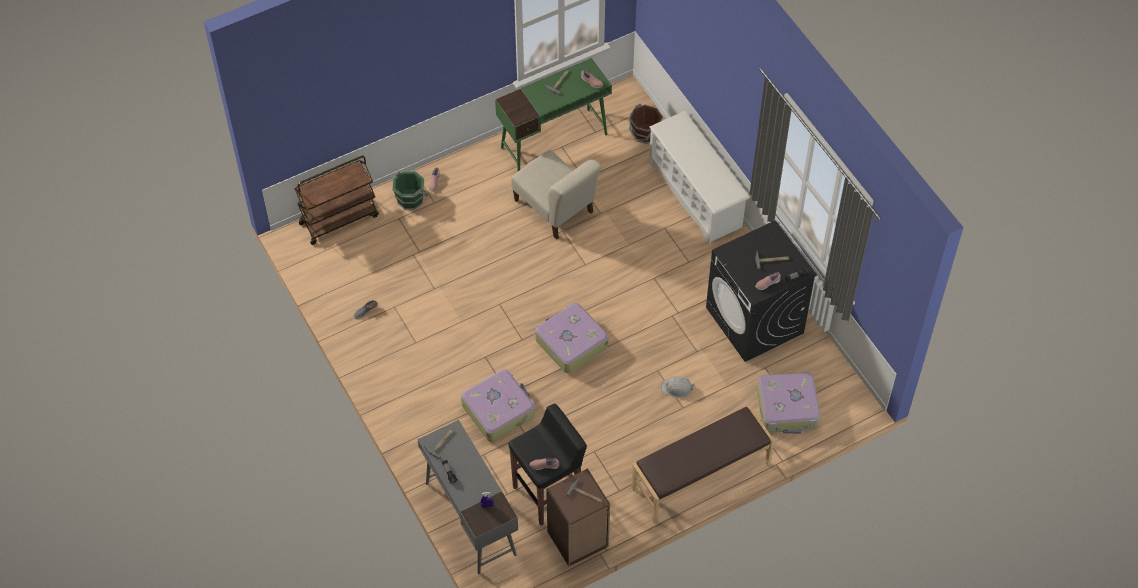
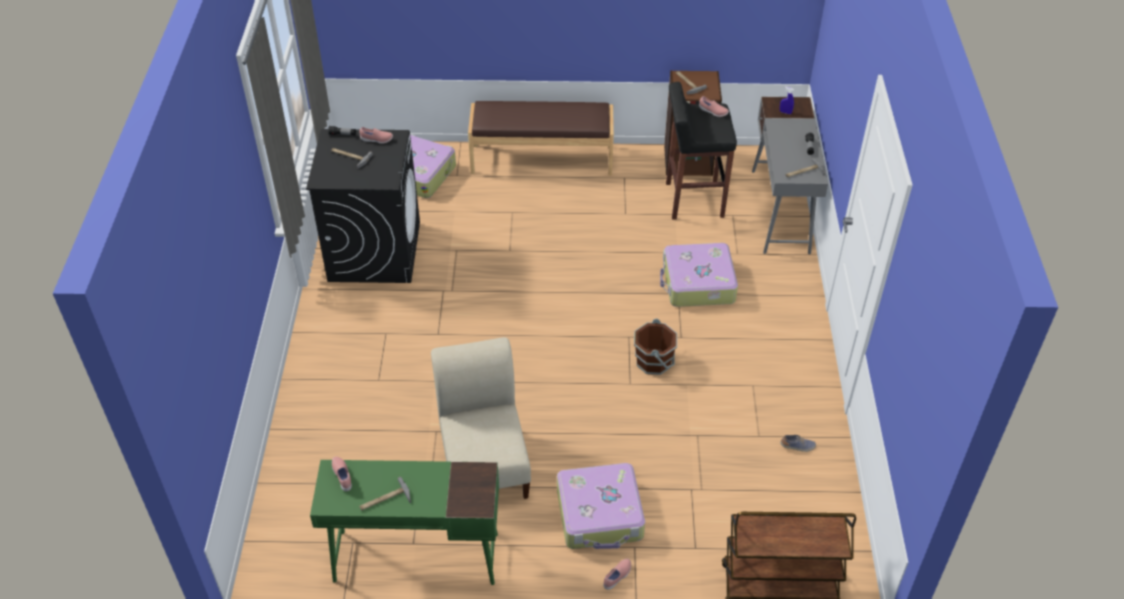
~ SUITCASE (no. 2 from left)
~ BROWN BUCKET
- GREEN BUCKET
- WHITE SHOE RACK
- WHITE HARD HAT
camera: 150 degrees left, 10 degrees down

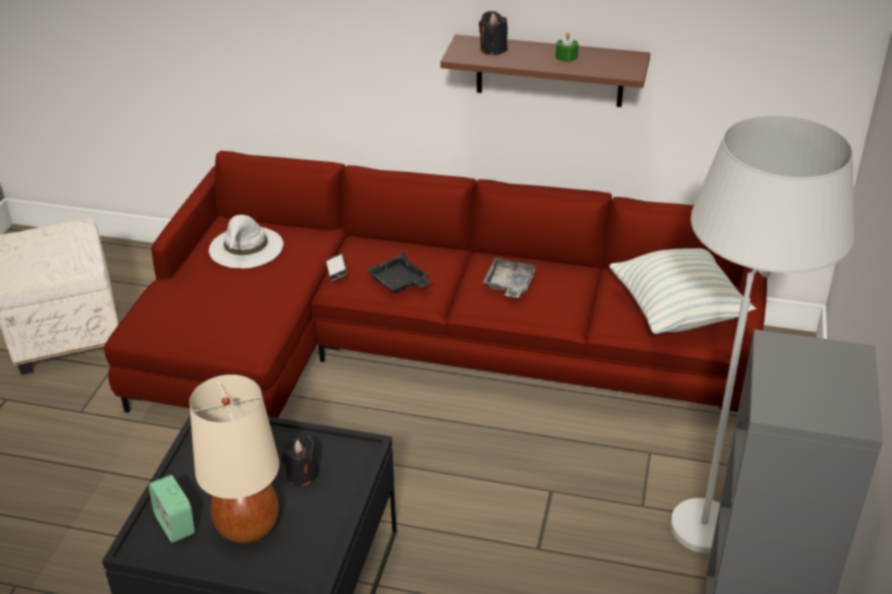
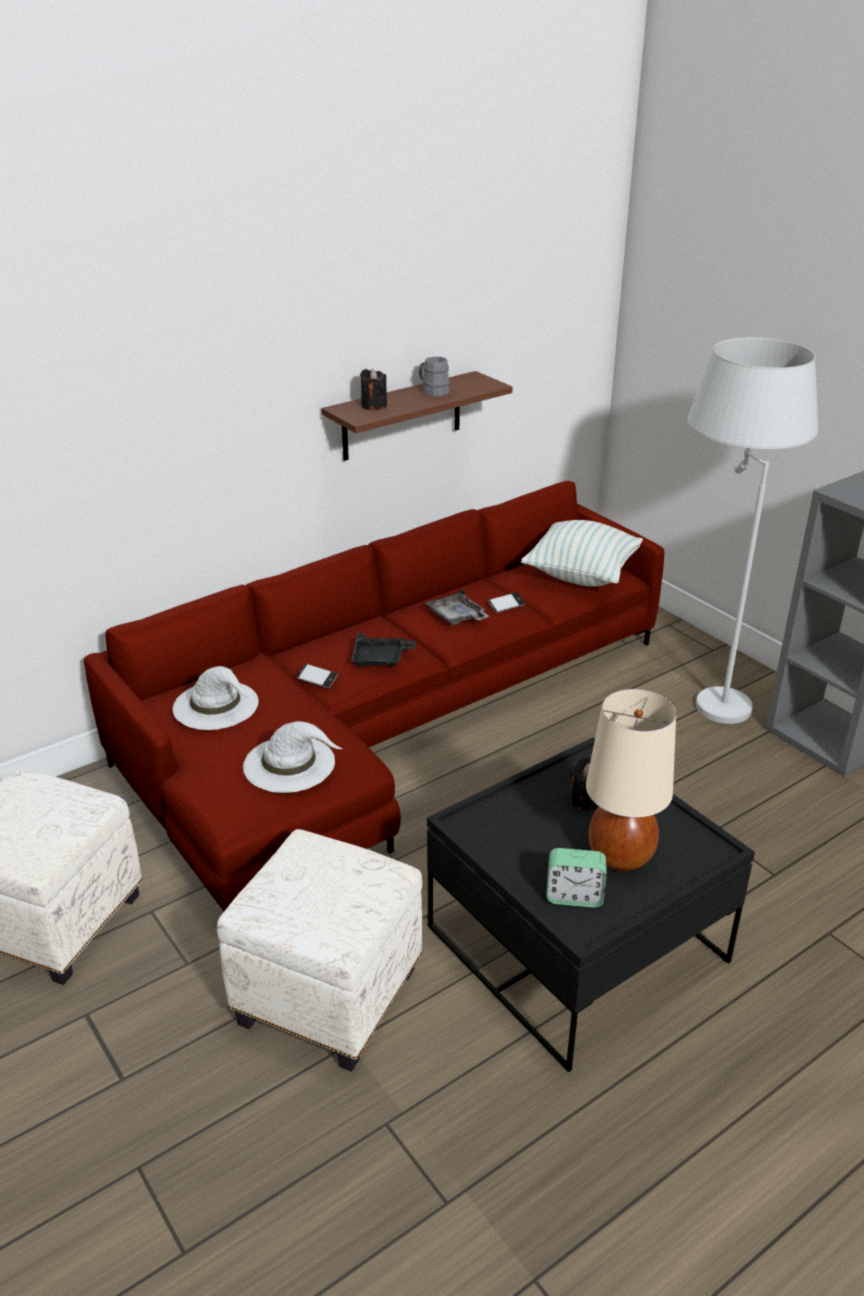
+ WHITE OTTOMAN (no. 2 from left)
+ WHITE HAT (no. 2 from left)
~ GREEN CANDLE to GREY MUG
+ PHONE (no. 2 from left)
camera: 50 degrees left, 5 degrees down

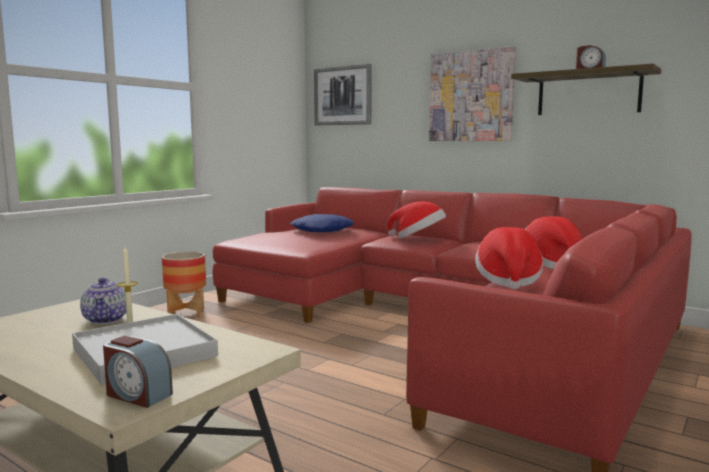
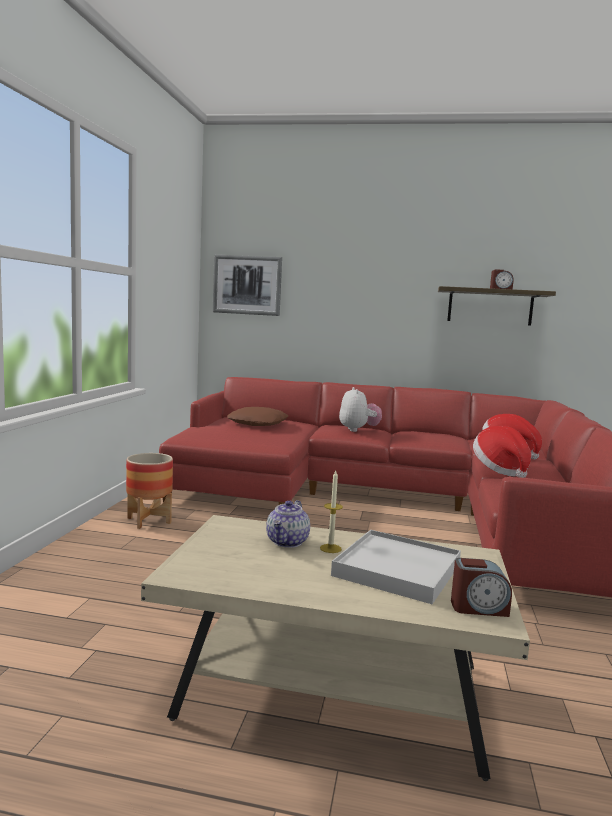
~ BLUE PILLOW to BROWN PILLOW
~ TEAPOT 60 degrees clockwise
~ HAT (no. 1 from left) to PLUSH TOY
- PICTURE (no. 2 from left)
camera: 25 degrees left, 0 degrees up

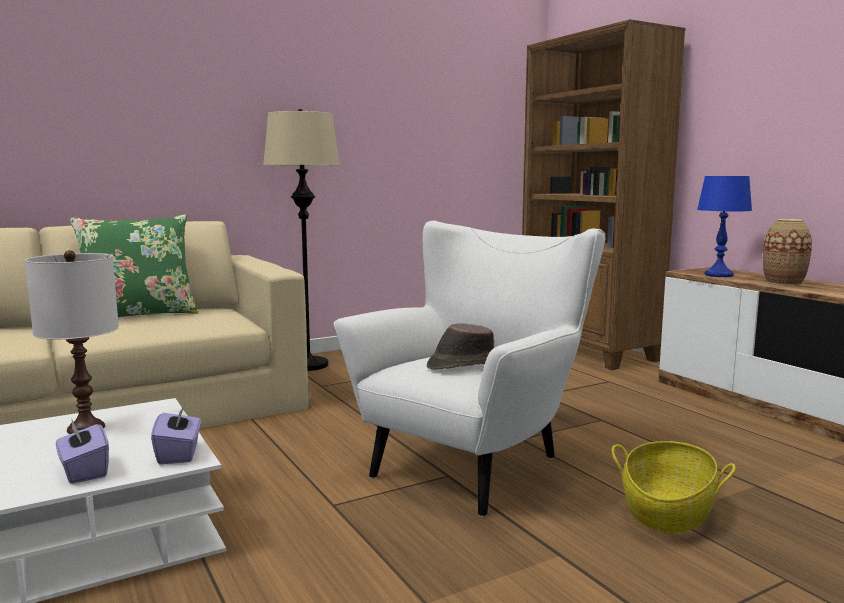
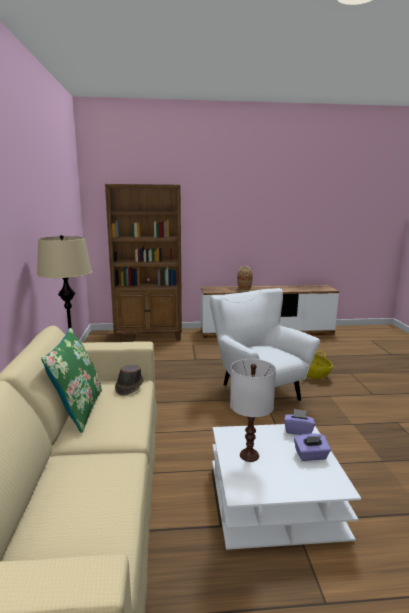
~ BROWN HAT
- BLUE TABLE LAMP
camera: 65 degrees left, 5 degrees up

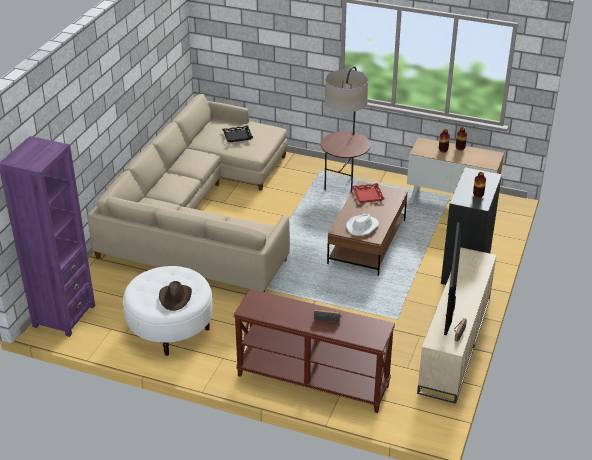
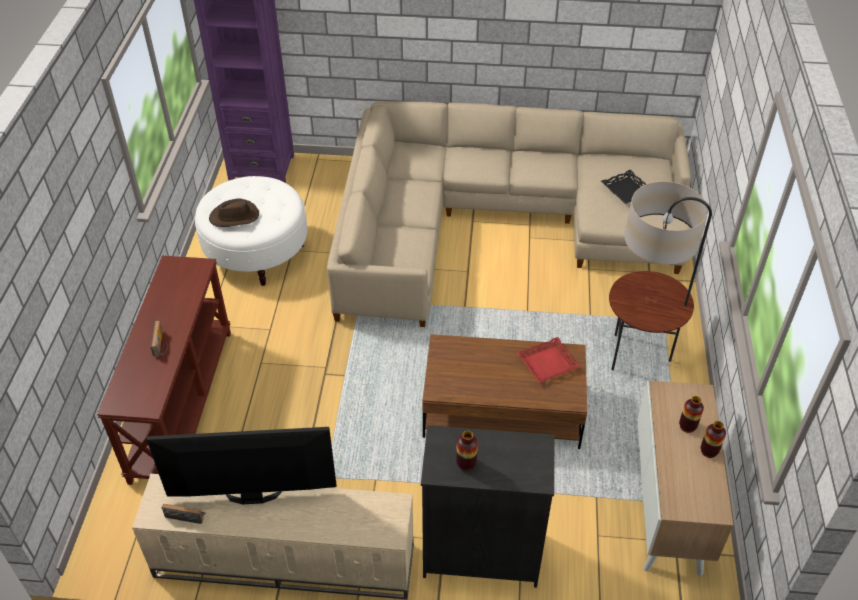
- WHITE HAT
camera: 75 degrees right, 10 degrees up

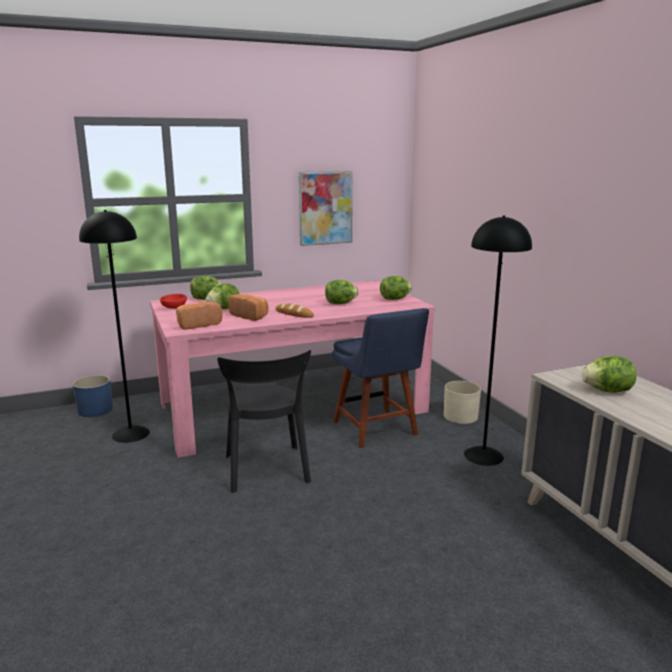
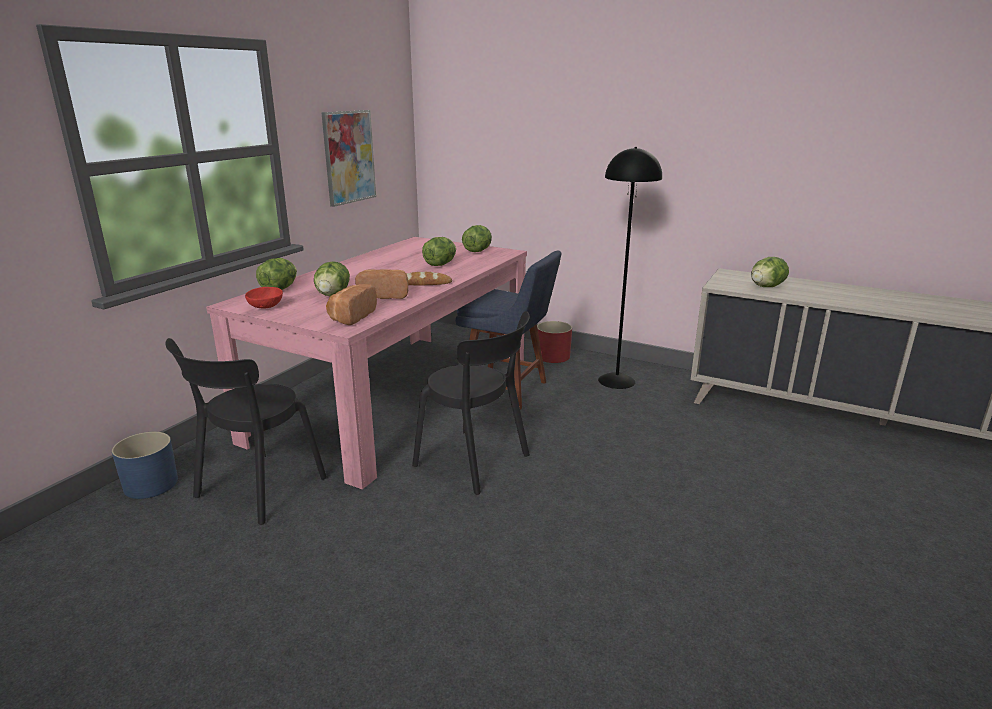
~ BLACK FLOOR LAMP (no. 1 from left) to BLACK CHAIR (no. 1 from left)
~ BEIGE PLANTER to RED PLANTER
camera: 40 degrees left, 5 degrees up

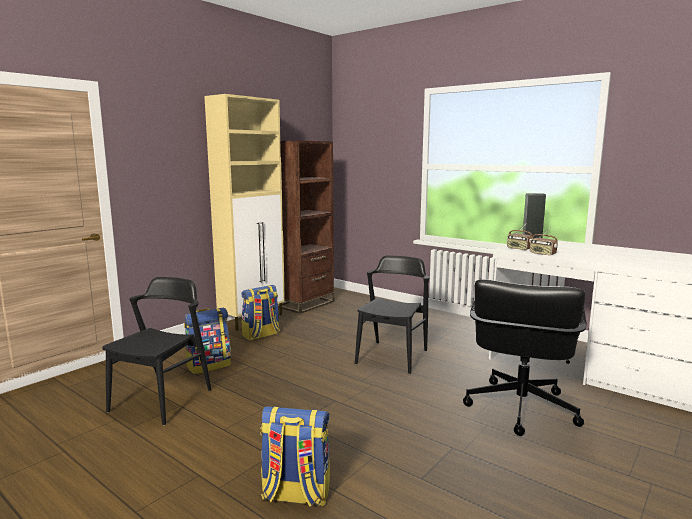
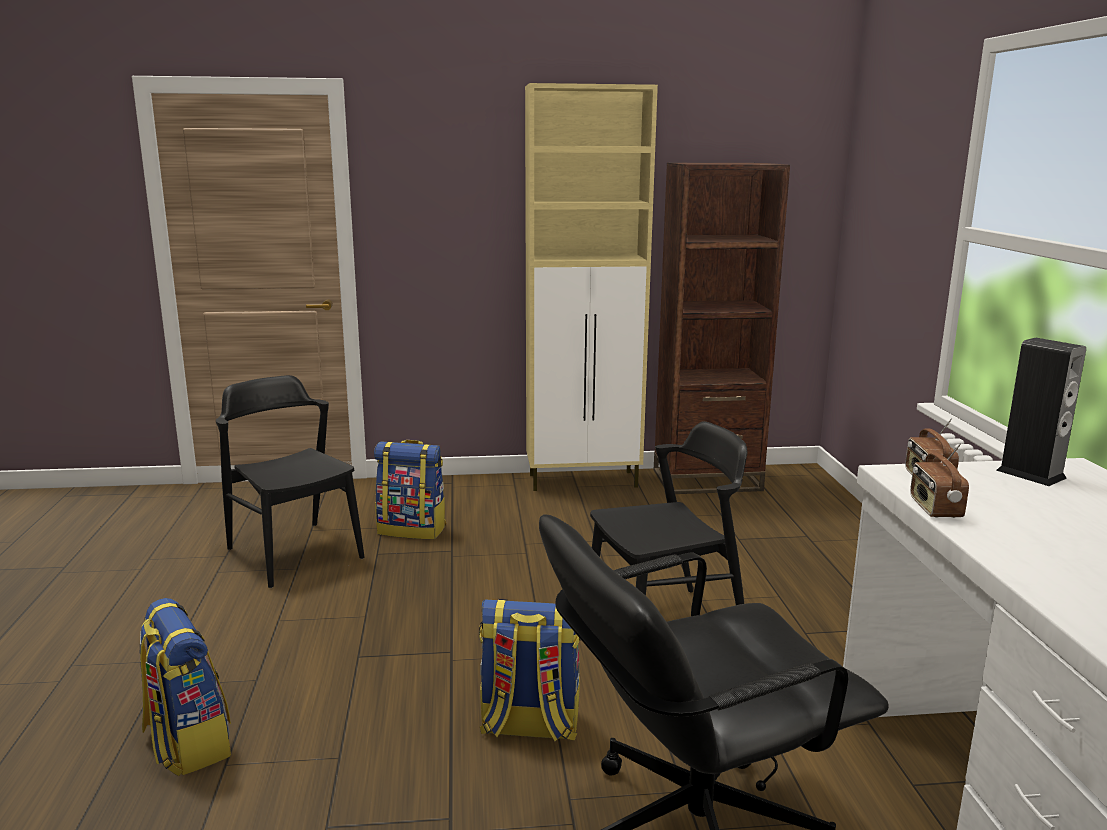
~ BLACK CHAIR (no. 1 from left) 105 degrees counterclockwise
~ BACKPACK (no. 2 from left in the first image) to BACKPACK (no. 3 from left)
camera: 45 degrees right, 5 degrees up

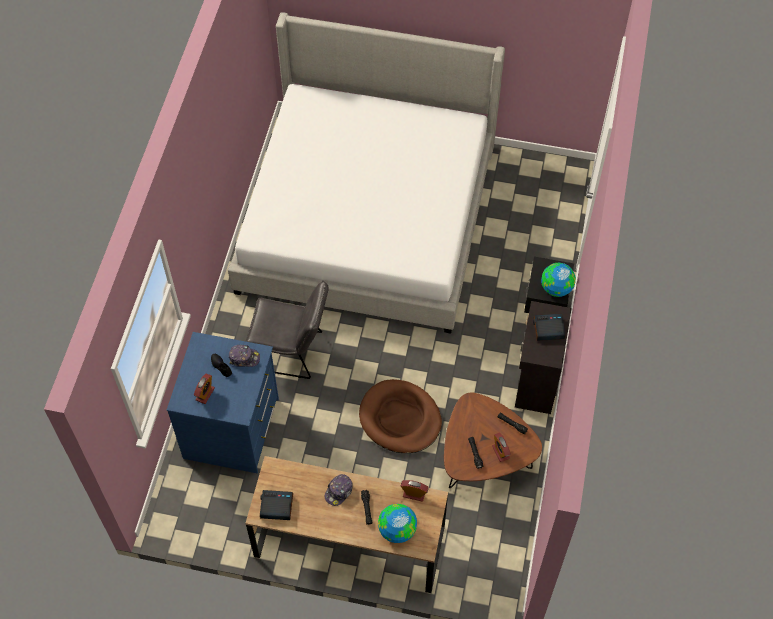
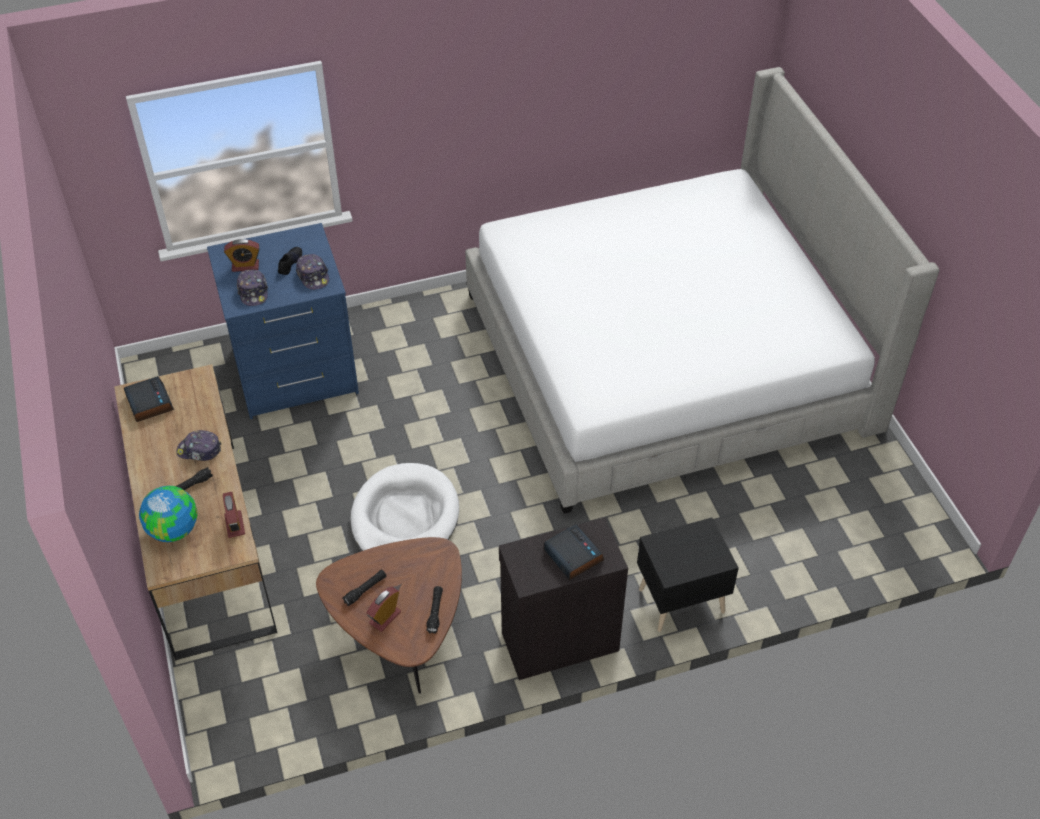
+ CAP (no. 2 from left)
~ BROWN DOG BED to WHITE DOG BED
- GREY CHAIR
- GLOBE (no. 2 from left)
camera: 60 degrees right, 10 degrees down

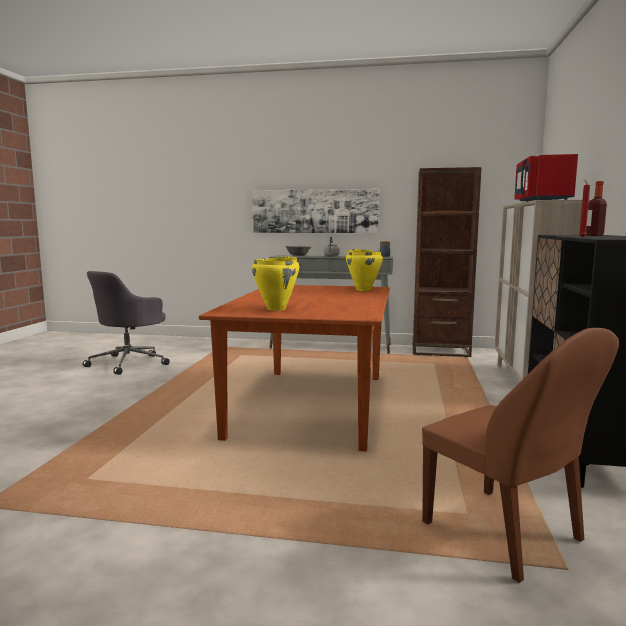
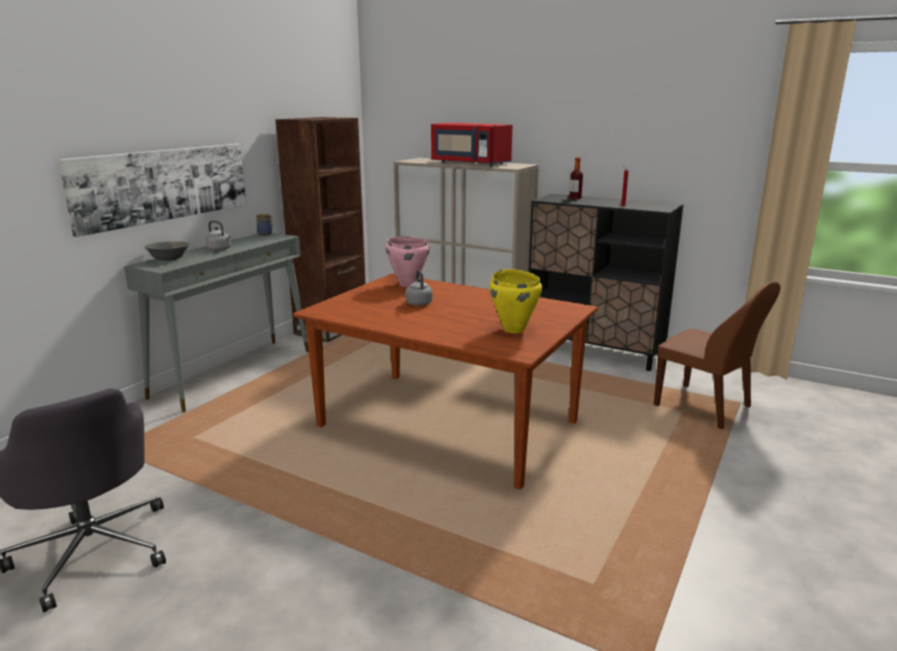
~ YELLOW COOKING POT (no. 2 from left) to PINK COOKING POT
+ GREY KETTLE (no. 2 from left)
~ BROWN CHAIR 60 degrees clockwise
camera: 70 degrees left, 10 degrees up

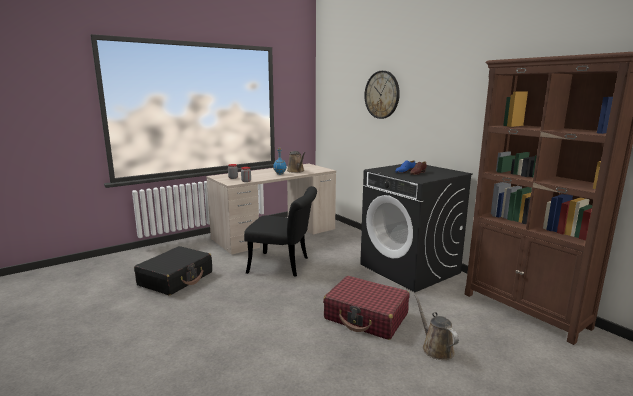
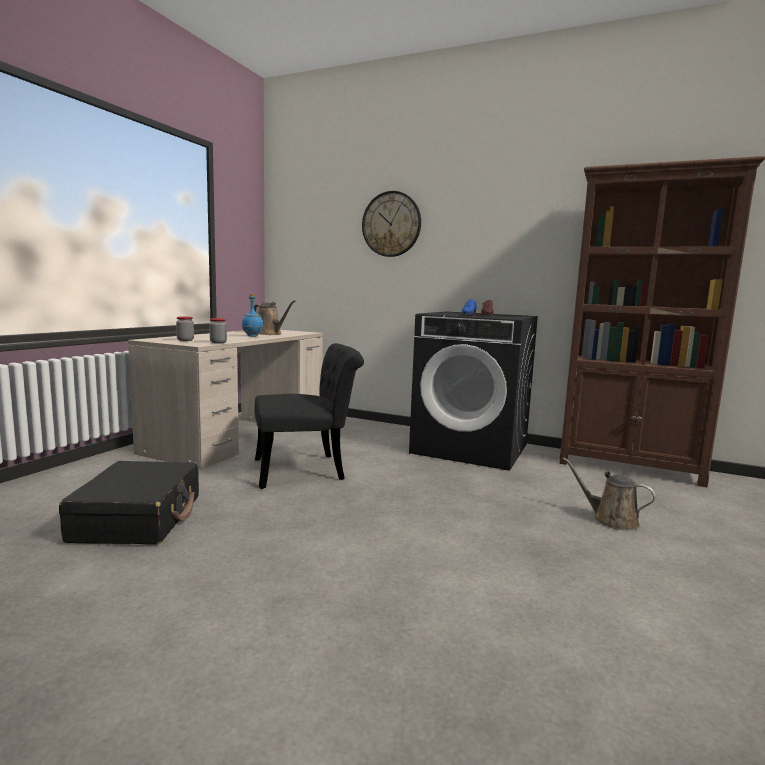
- RED SUITCASE
camera: 30 degrees left, 5 degrees down

